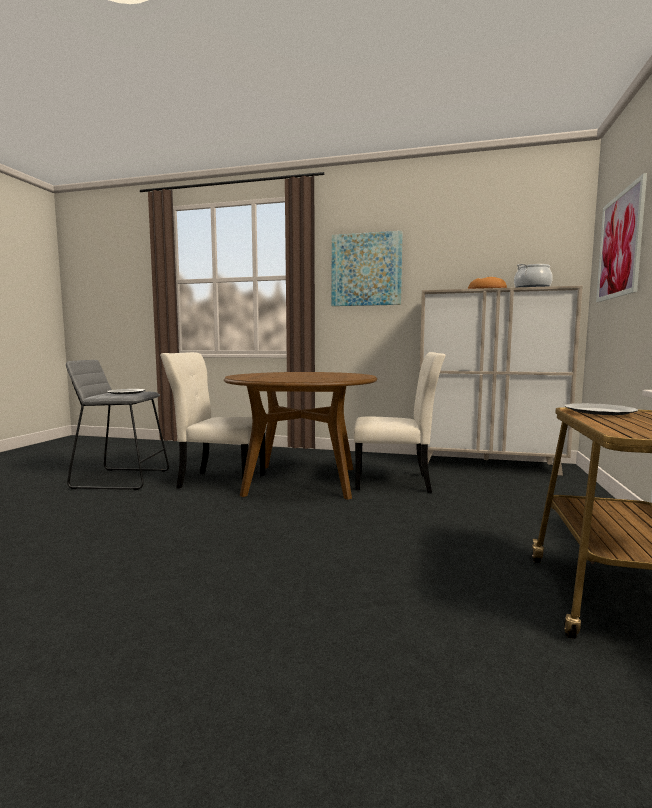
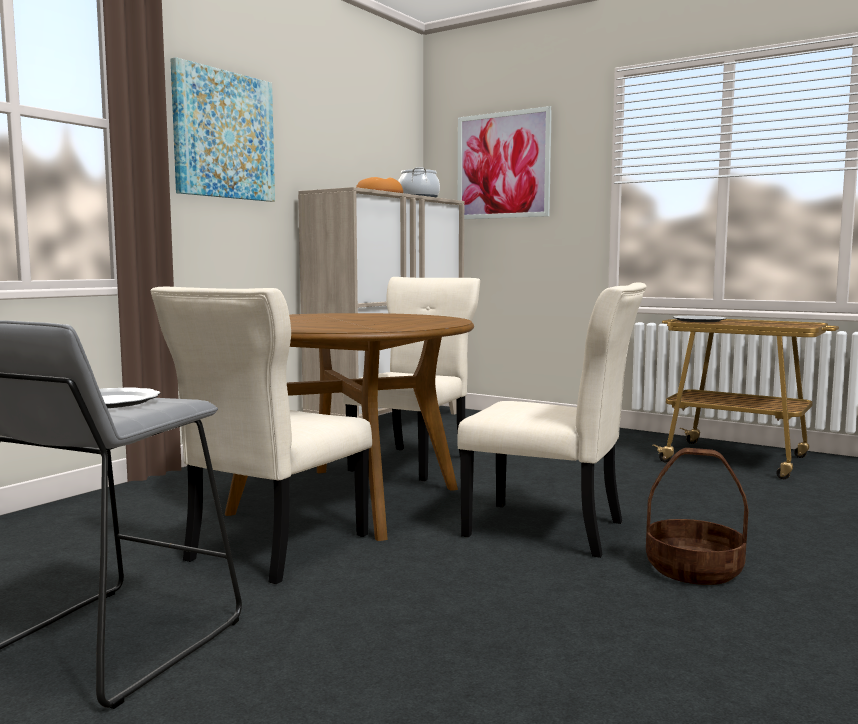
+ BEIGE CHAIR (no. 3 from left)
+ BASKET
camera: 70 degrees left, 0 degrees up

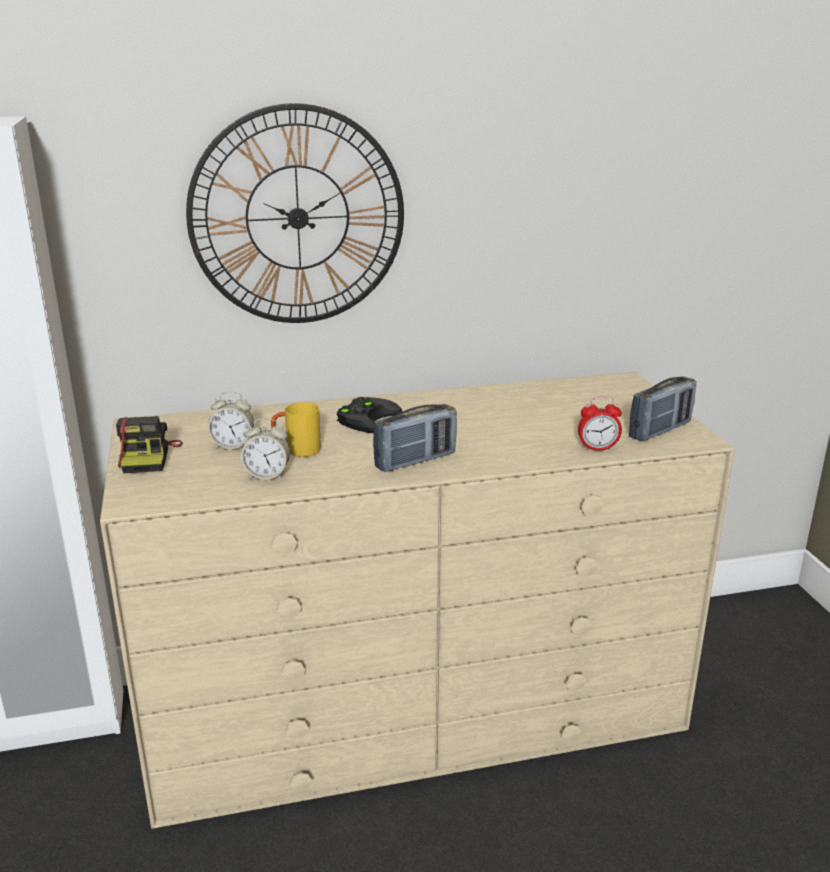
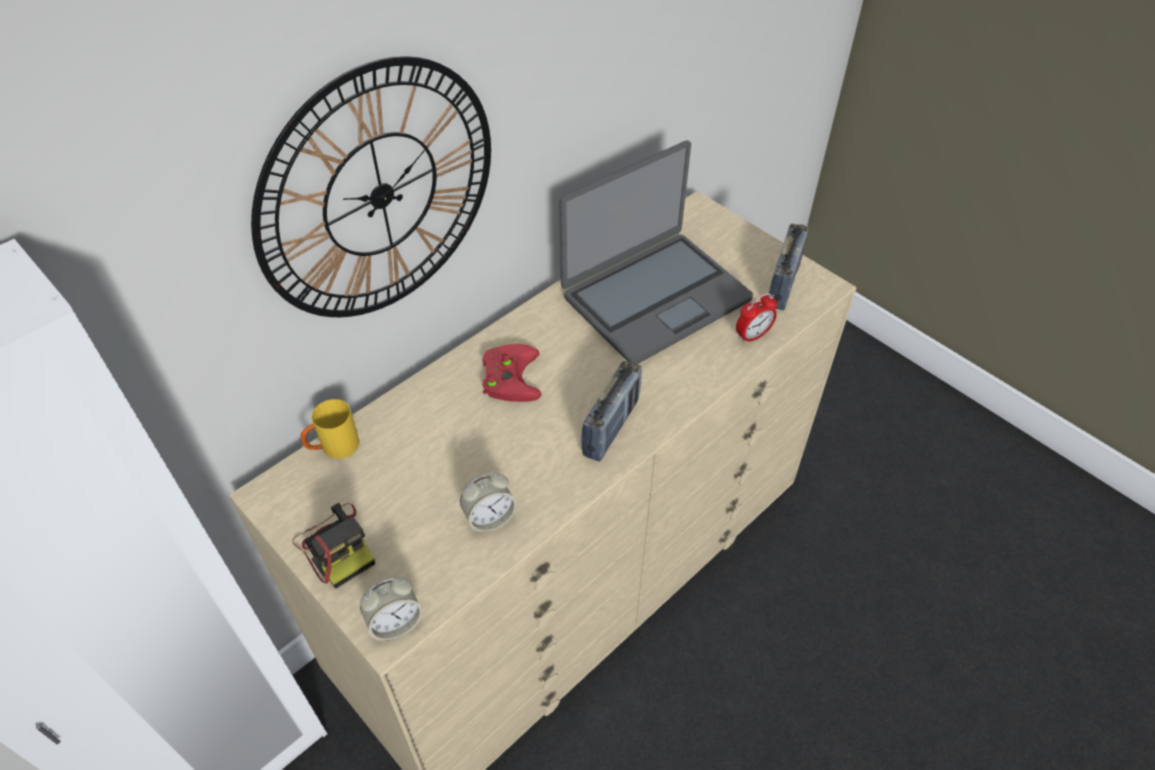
~ YELLOW MUG
~ ALARM CLOCK (no. 1 from left)
~ BLACK GAME CONTROLLER to RED GAME CONTROLLER
+ LAPTOP
camera: 30 degrees left, 25 degrees up

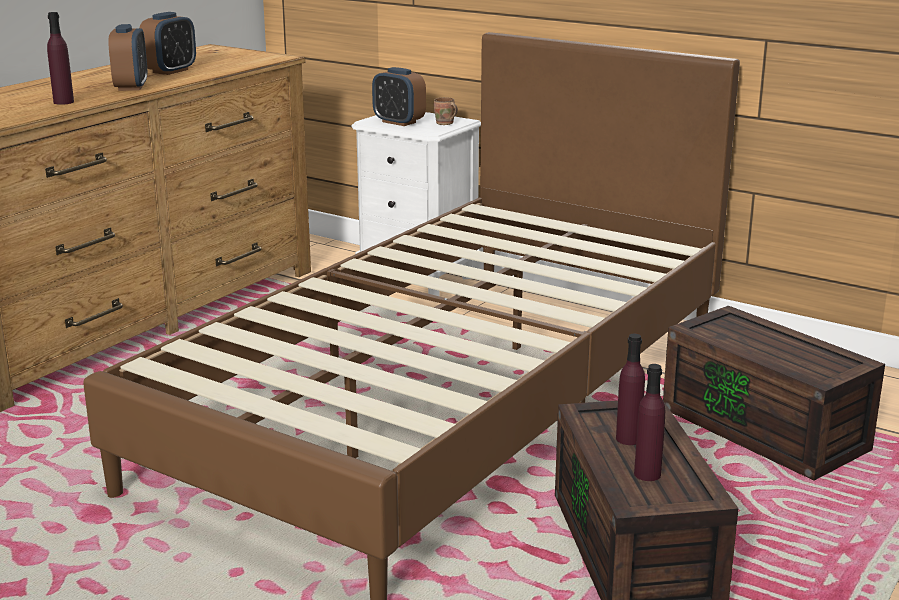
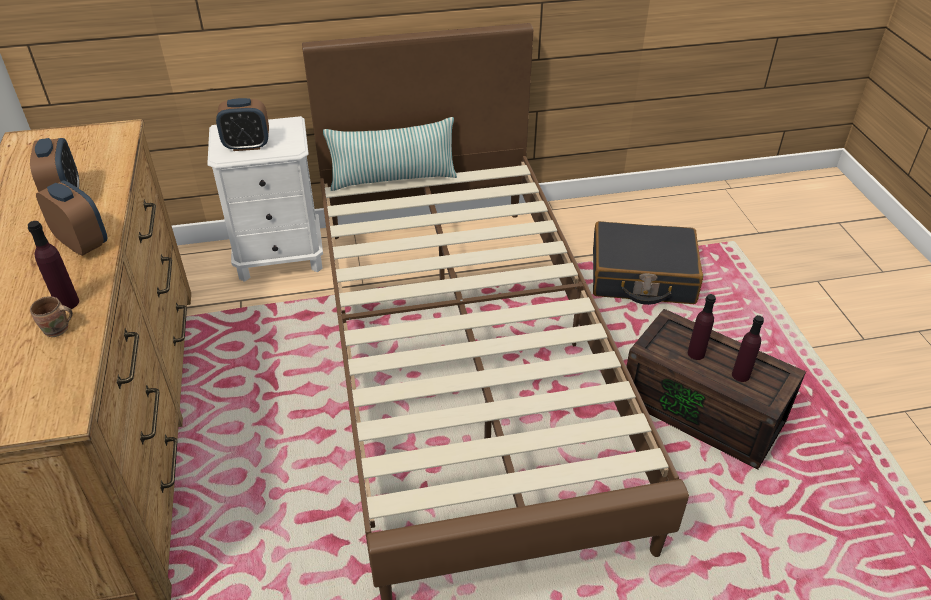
~ BROWN MUG
+ PILLOW
~ BROWN STORAGE BOX (no. 2 from left) to BLACK SUITCASE
camera: 45 degrees left, 20 degrees up

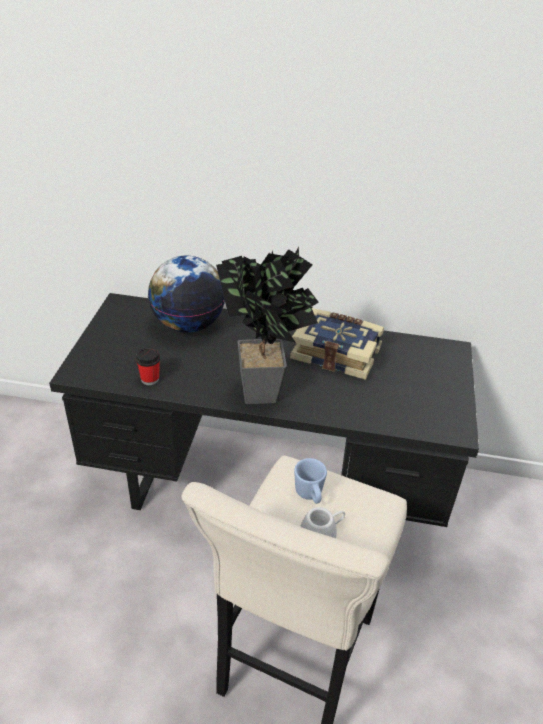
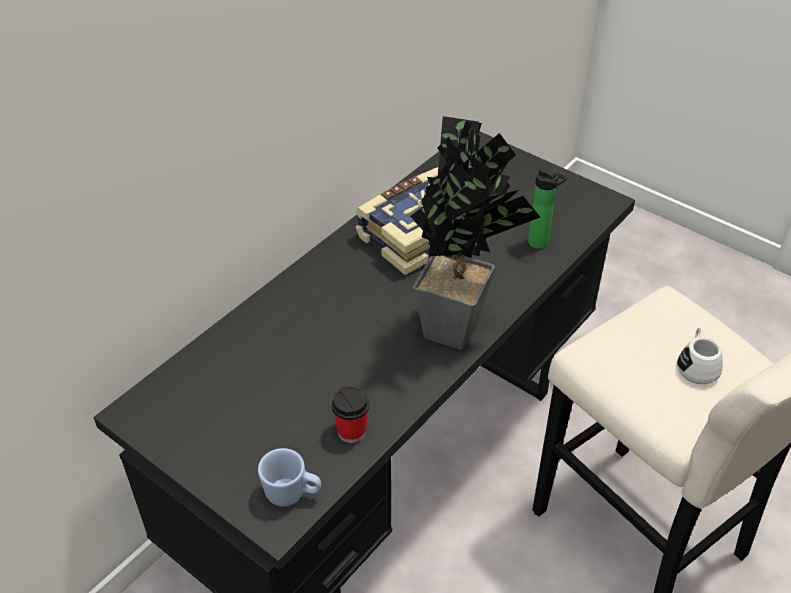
~ BLUE MUG
+ BOTTLE
- GLOBE
camera: 60 degrees left, 5 degrees up

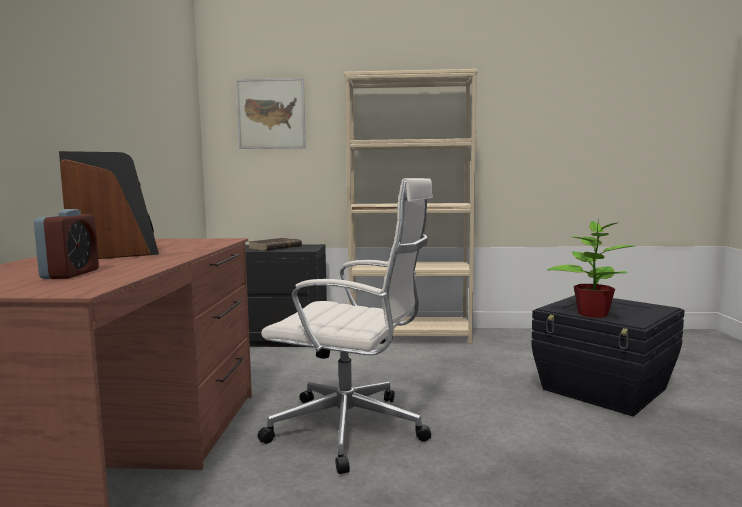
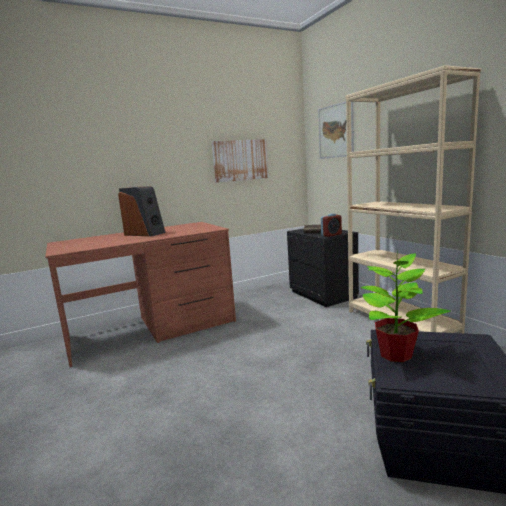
+ PICTURE (no. 1 from left)
~ ALARM CLOCK
- WHITE OFFICE CHAIR
camera: 60 degrees right, 5 degrees up

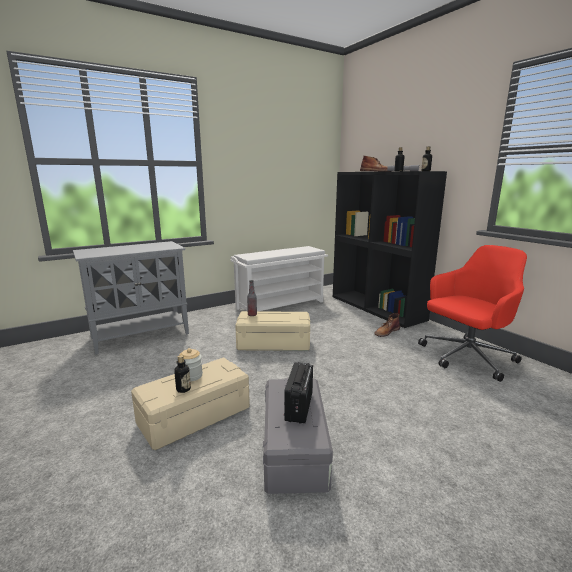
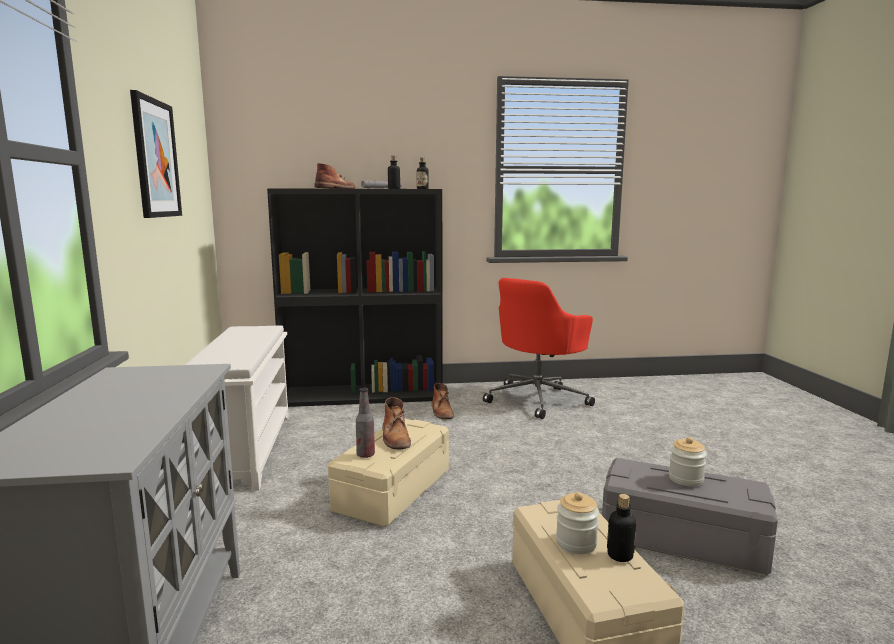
+ PICTURE
+ BROWN BOOT (no. 2 from left)
~ RED OFFICE CHAIR 135 degrees counterclockwise
~ RADIO to JAR (no. 2 from left)
camera: 65 degrees left, 5 degrees down

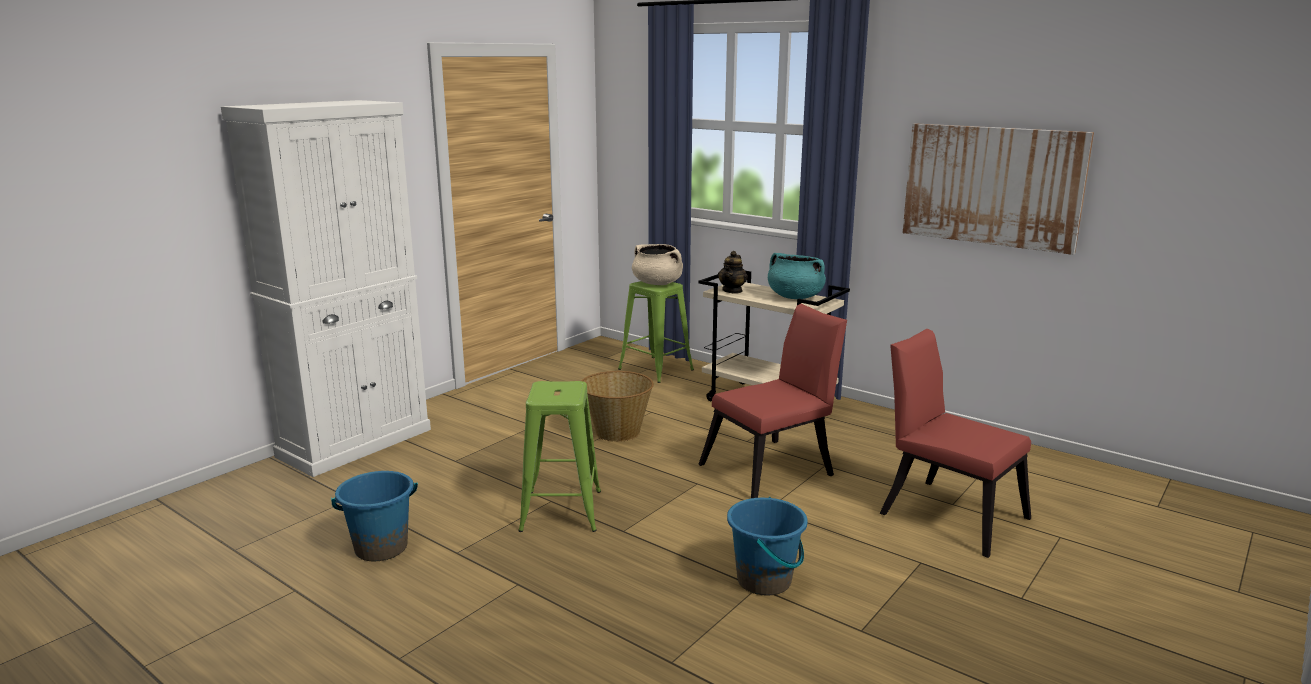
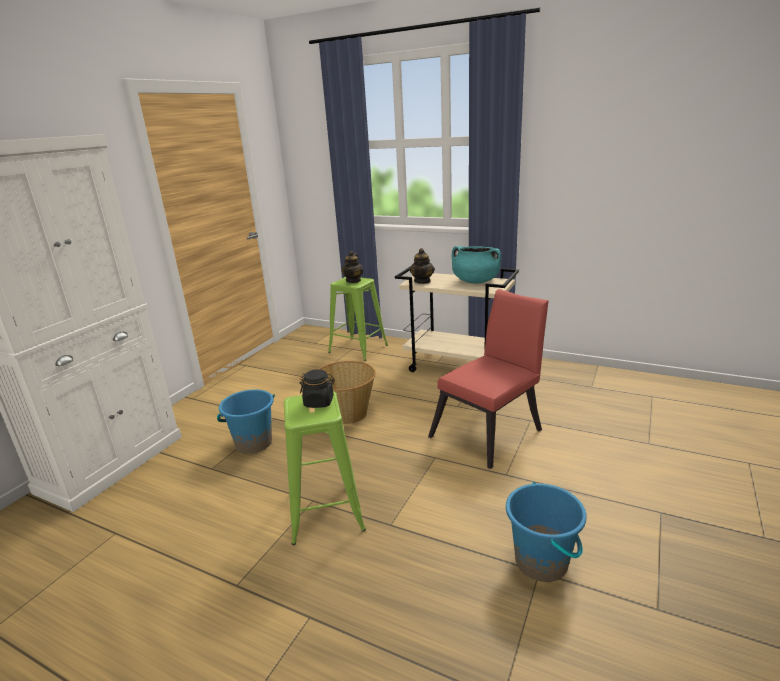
~ BLUE BUCKET (no. 1 from left)
+ BLACK JAR
~ BEIGE COOKING POT to TEAPOT (no. 1 from left)
- RED CHAIR (no. 2 from left)
- PICTURE
camera: 10 degrees left, 5 degrees up

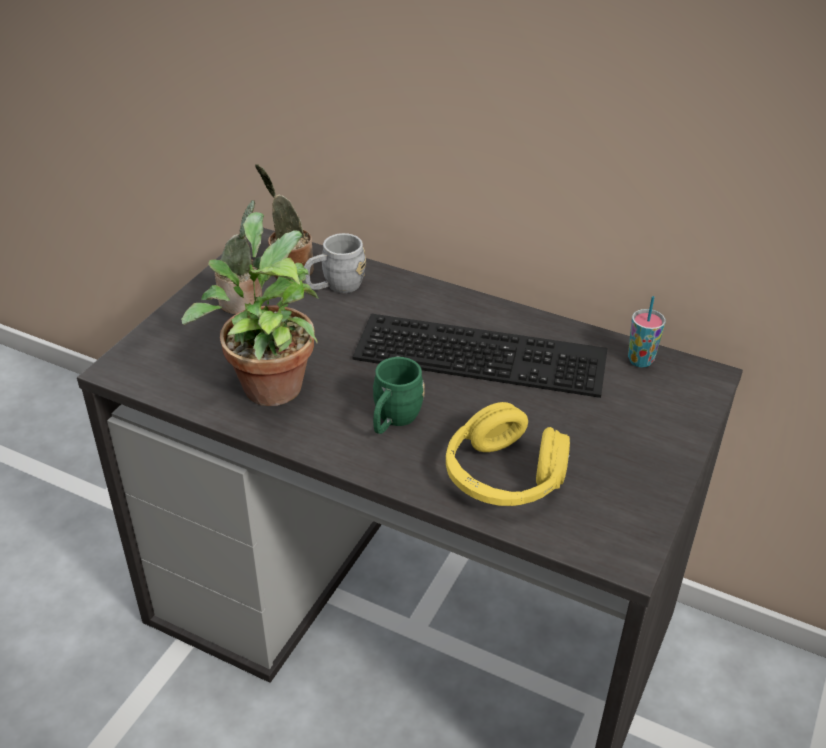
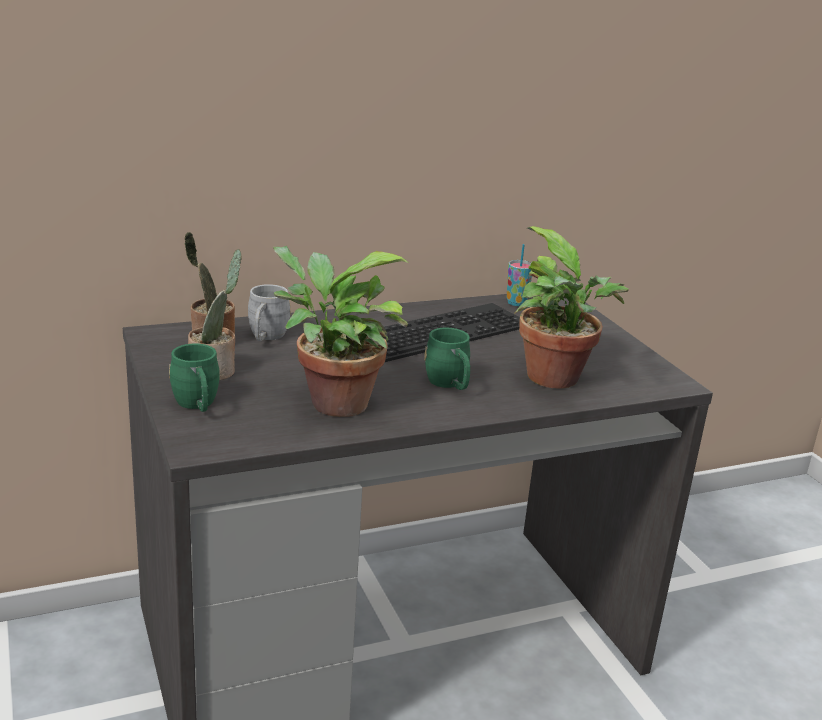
+ GREEN MUG (no. 1 from left)
~ YELLOW HEADPHONES to POTTED PLANT (no. 4 from left)
camera: 50 degrees left, 15 degrees down

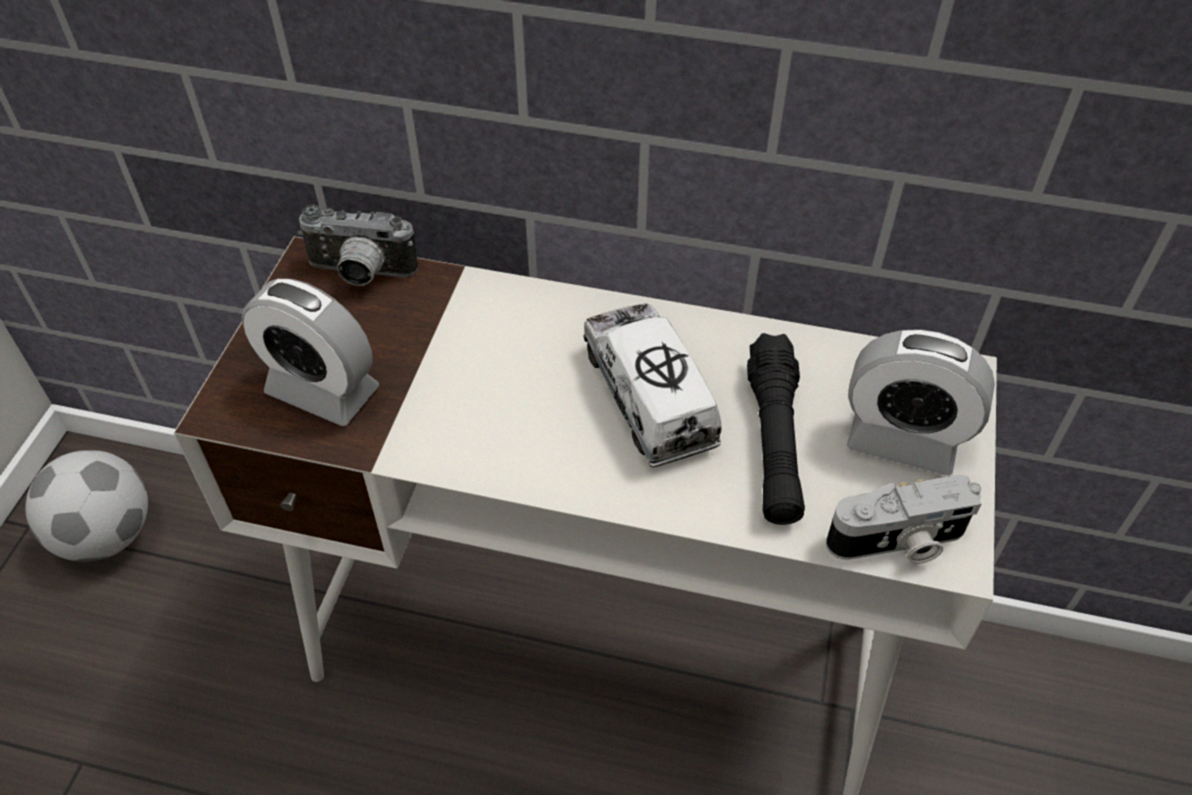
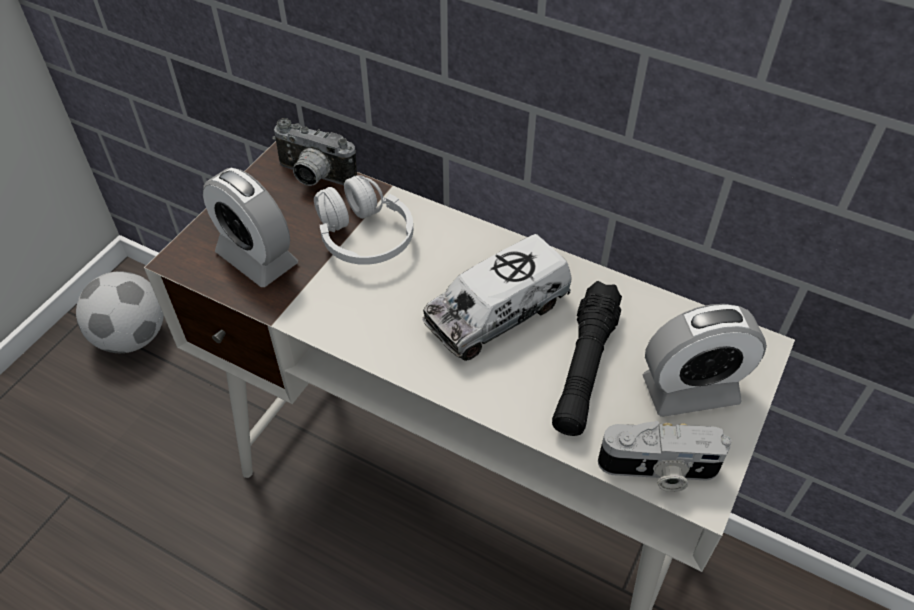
+ WHITE HEADPHONES
~ TOY TRUCK 120 degrees counterclockwise
~ ALARM CLOCK (no. 2 from left) 45 degrees counterclockwise
camera: 15 degrees right, 0 degrees up

